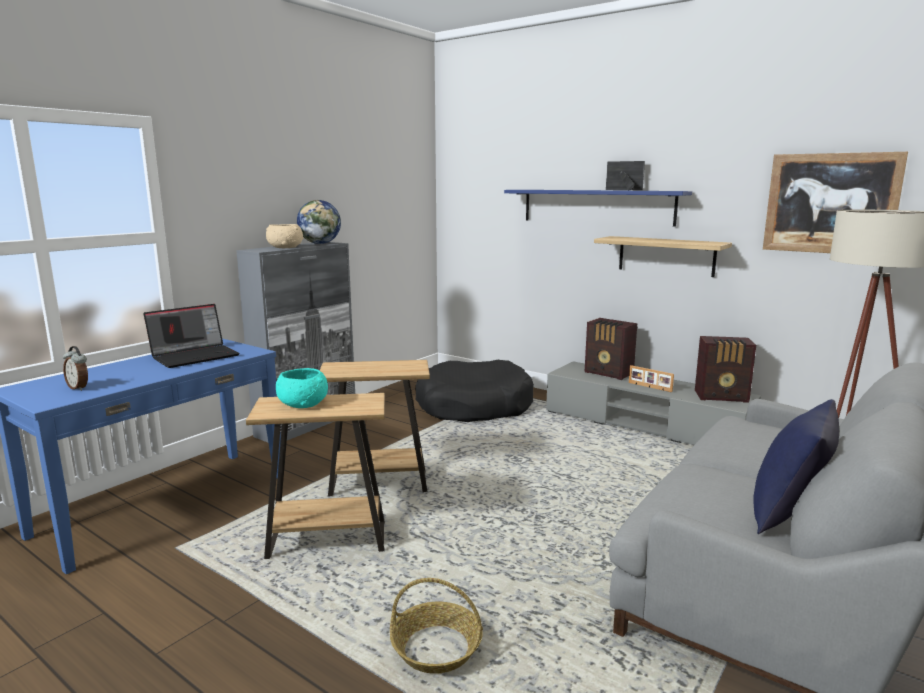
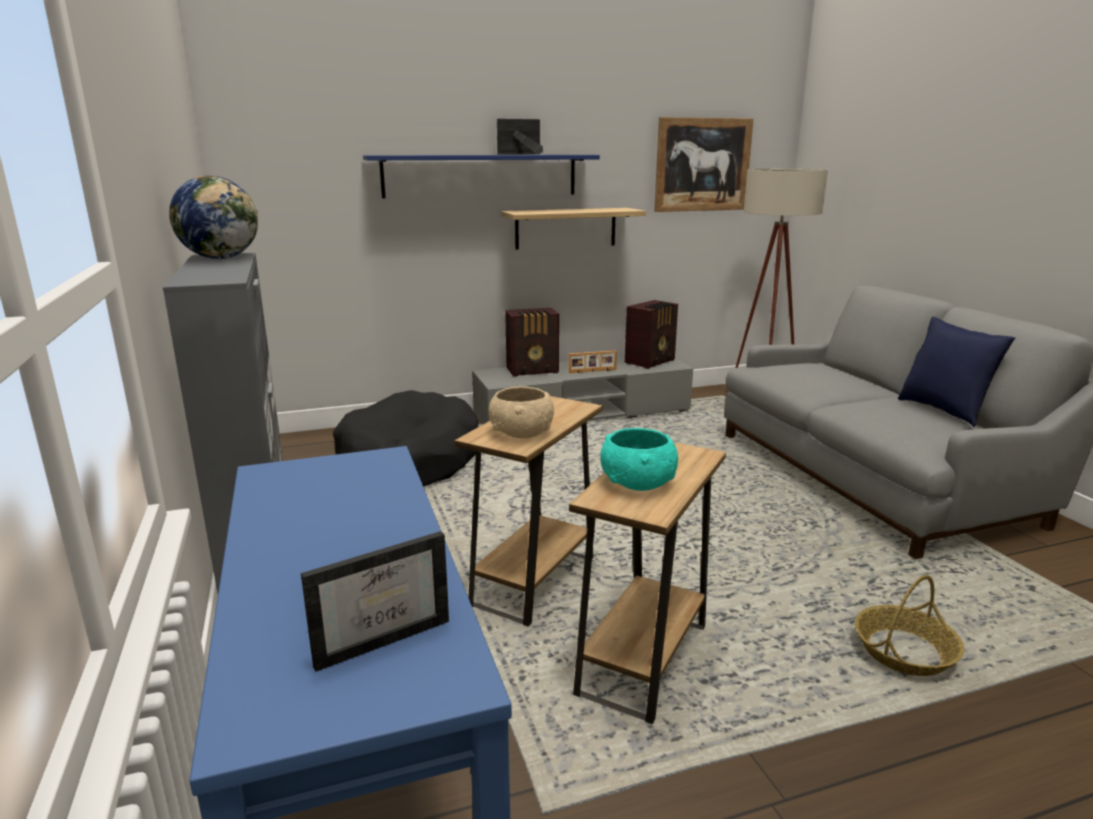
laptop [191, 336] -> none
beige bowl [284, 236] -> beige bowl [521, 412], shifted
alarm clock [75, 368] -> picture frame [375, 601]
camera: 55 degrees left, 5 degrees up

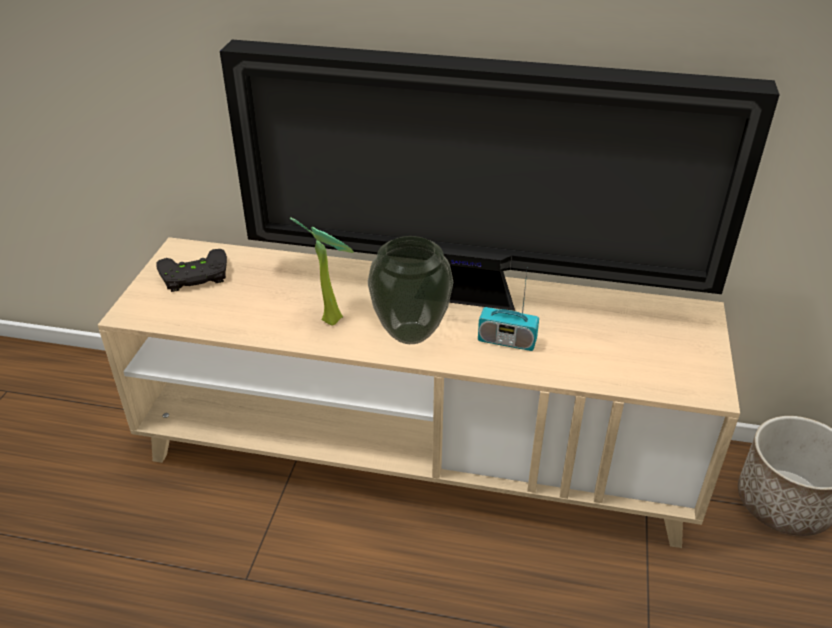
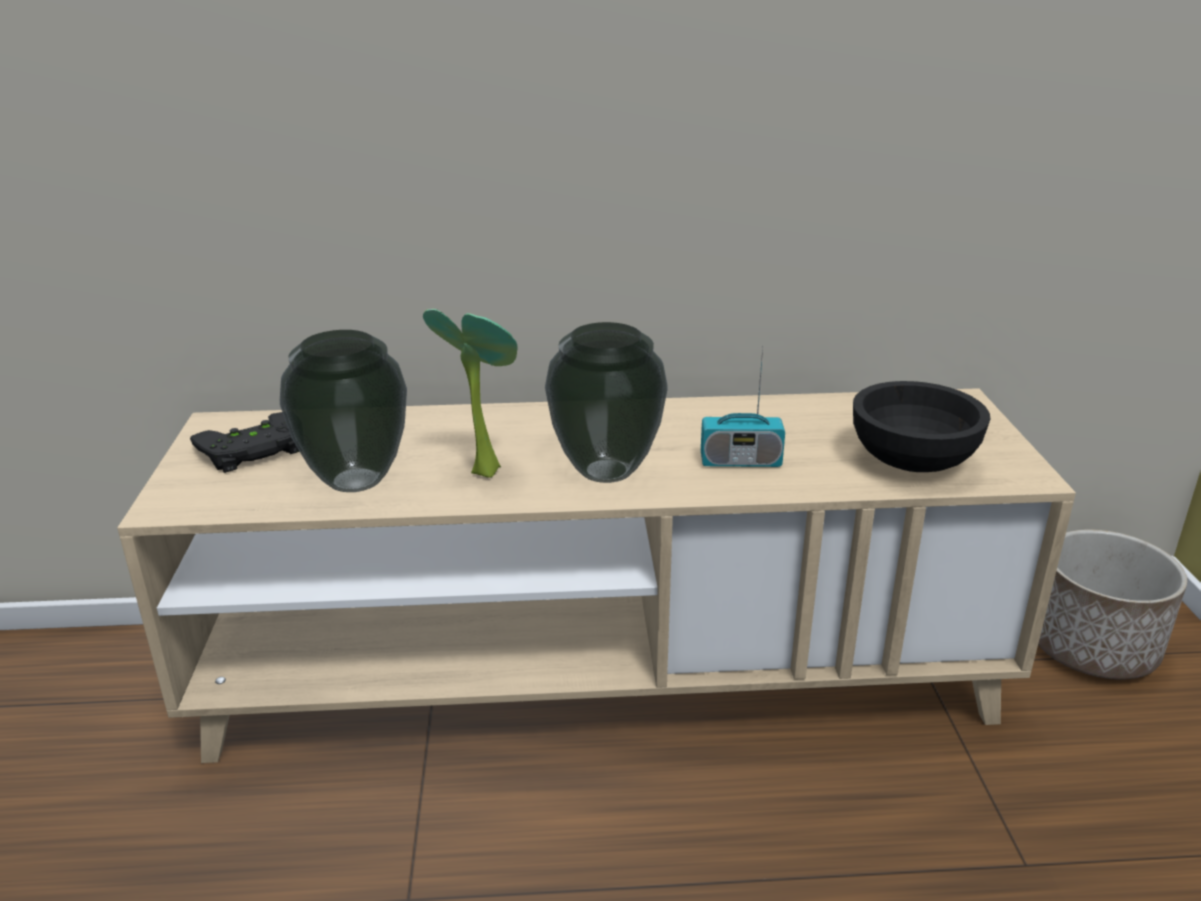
television [500, 175] -> none
none -> vase [343, 411]
none -> black bowl [922, 426]
camera: 15 degrees left, 10 degrees down

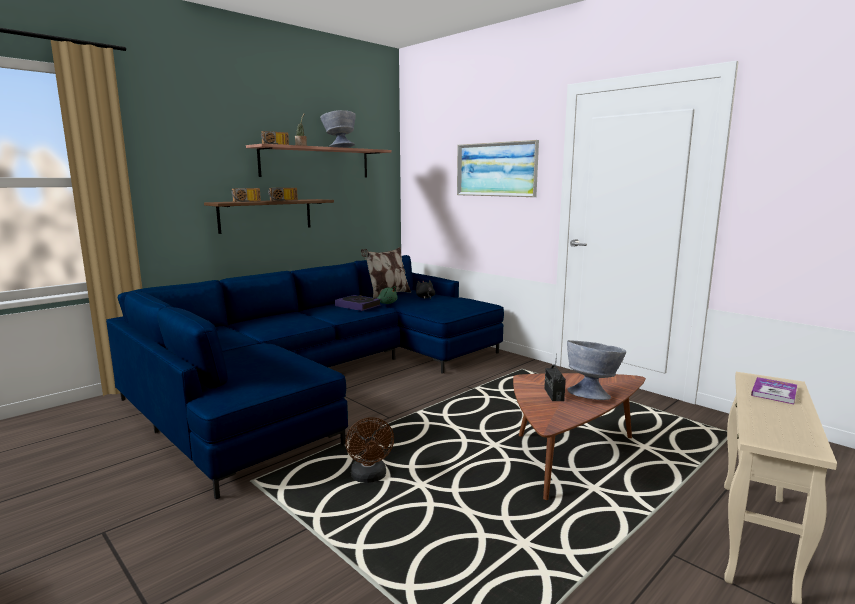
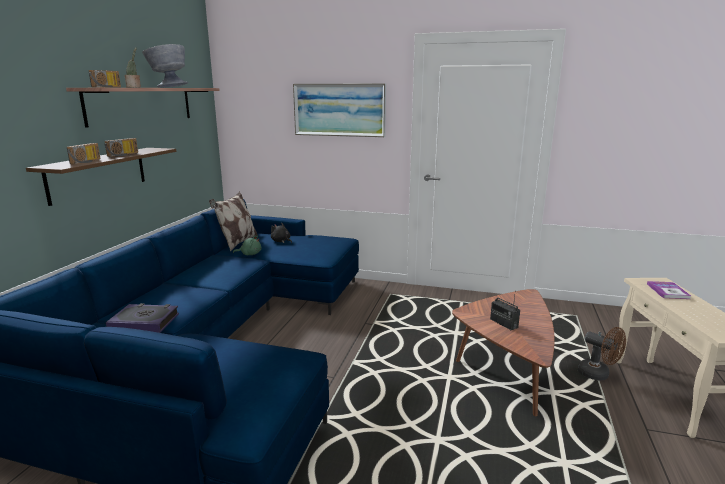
grey bowl [596, 370] -> none
book [358, 303] -> book [142, 318], shifted
brown fan [369, 450] -> brown fan [602, 354], shifted
camera: 30 degrees left, 5 degrees up

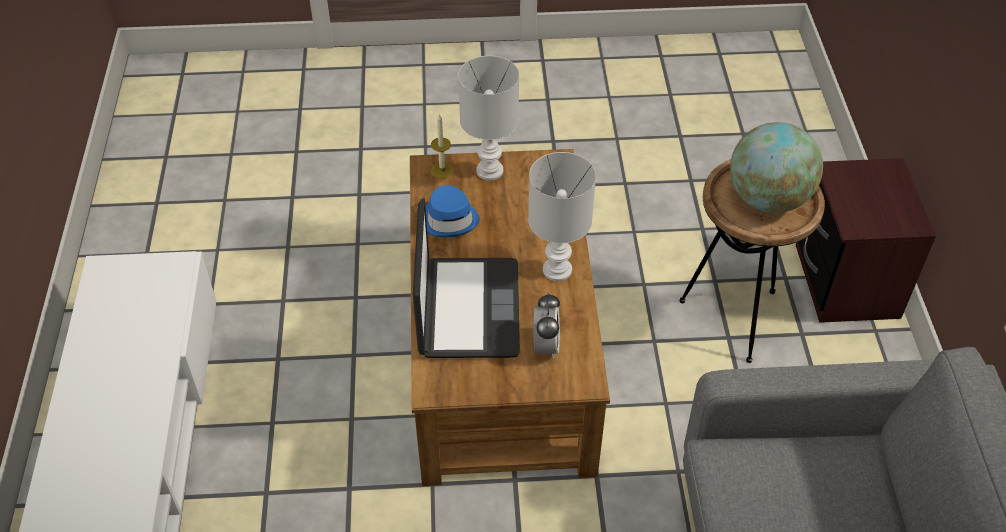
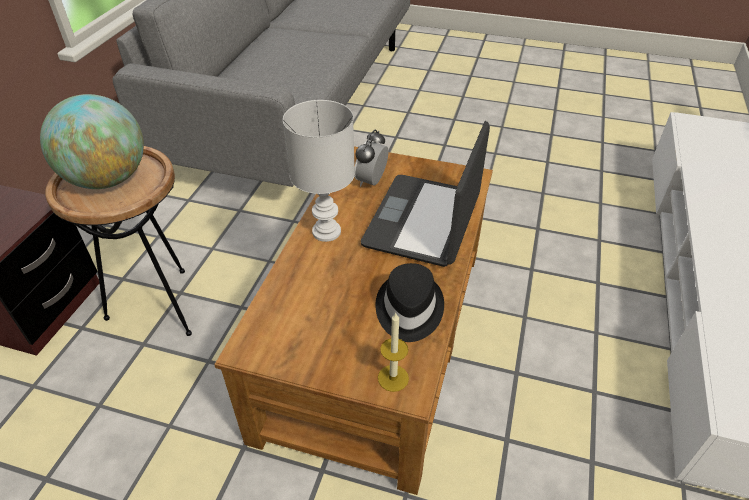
white table lamp [488, 118] -> none
blue hat [453, 211] -> black hat [410, 302]
camera: 160 degrees left, 5 degrees down

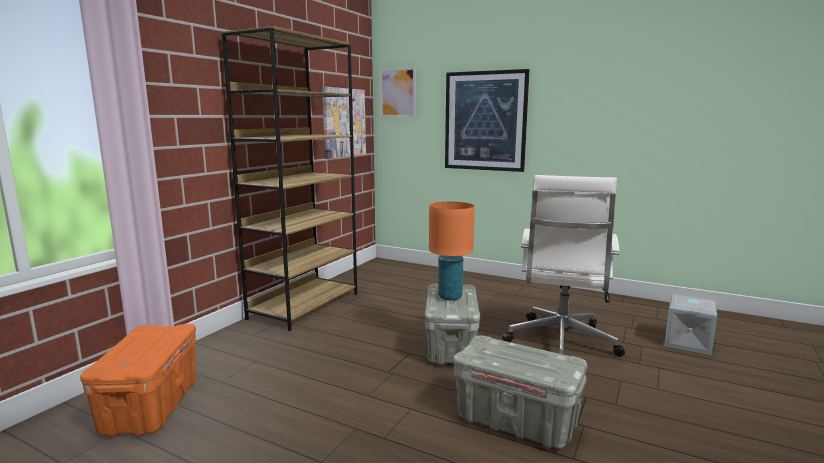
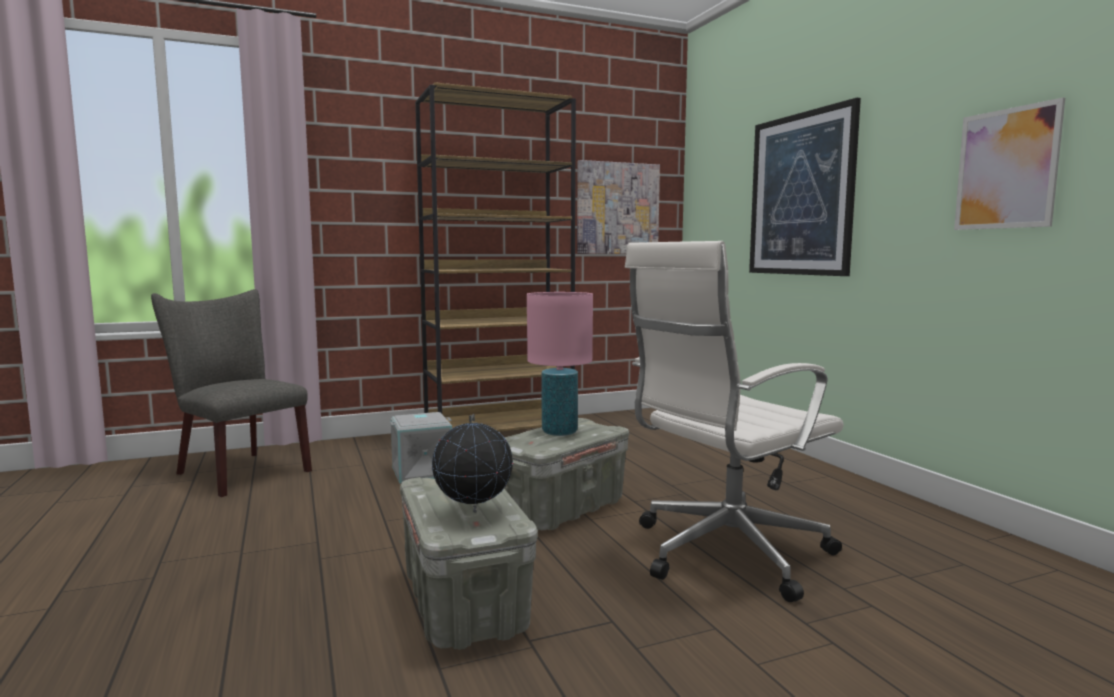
none -> globe [472, 463]
picture [397, 92] -> picture [1009, 164], shifted
grey storage box [691, 325] -> grey storage box [421, 448], shifted
orange storage box [138, 380] -> grey chair [231, 393]
orange table lamp [452, 251] -> pink table lamp [560, 364]
camera: 40 degrees right, 5 degrees down

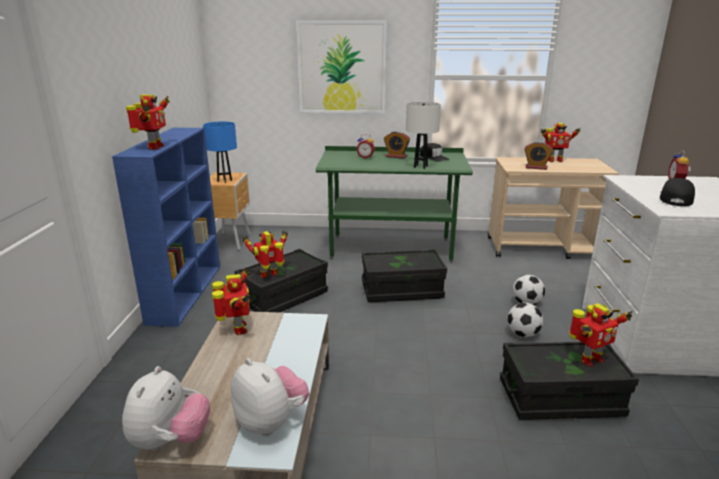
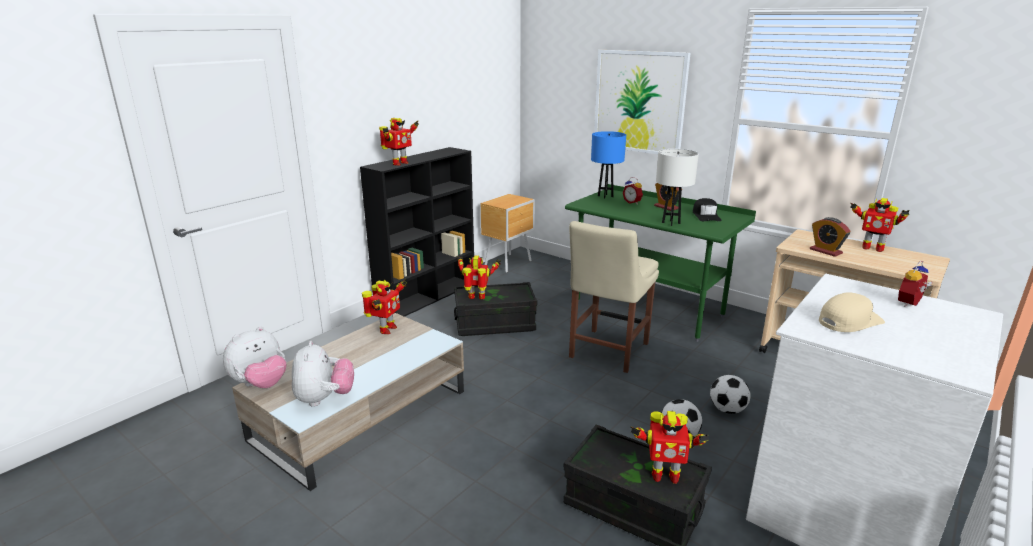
blue table lamp [220, 152] -> blue table lamp [608, 165], shifted
black storage box [404, 275] -> beige chair [614, 297]
blue bookcase [166, 227] -> black bookcase [417, 232]
black cap [677, 192] -> beige cap [852, 312]
camera: 35 degrees right, 0 degrees up

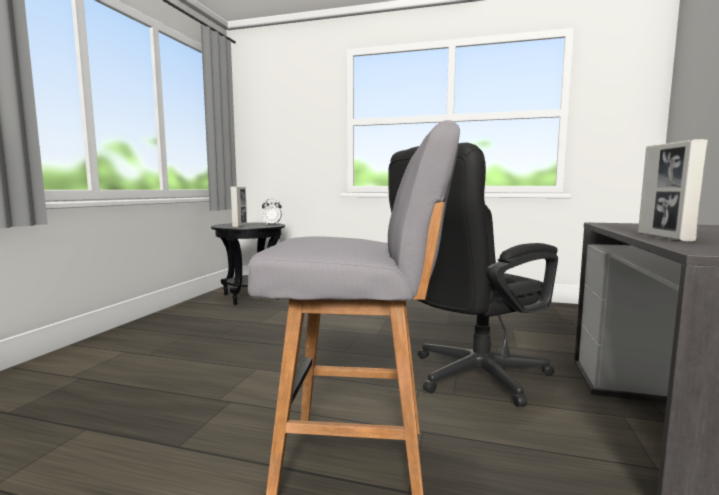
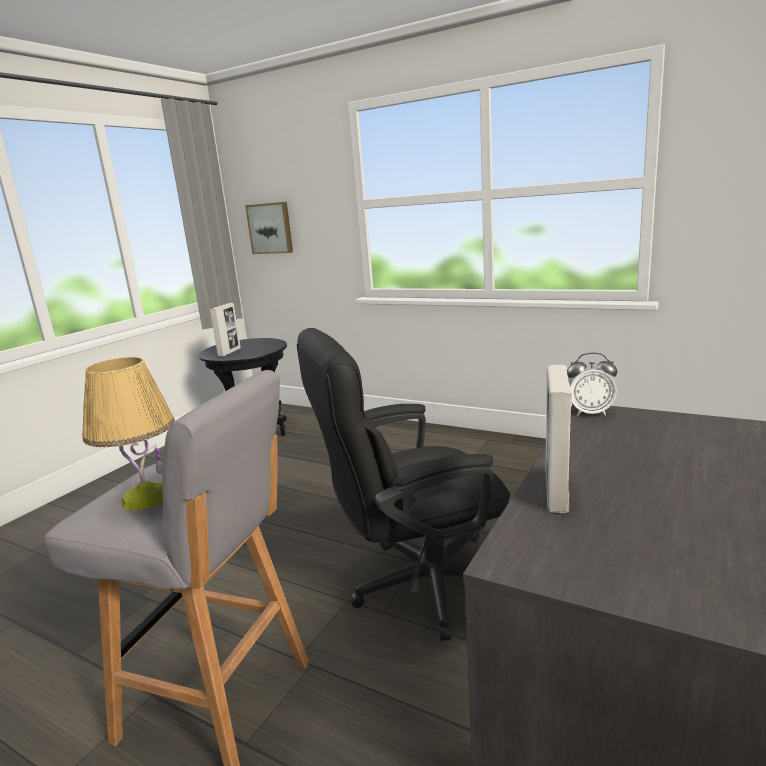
none -> table lamp [128, 434]
none -> picture [269, 228]
alarm clock [272, 212] -> alarm clock [592, 384], shifted
camera: 15 degrees right, 10 degrees up

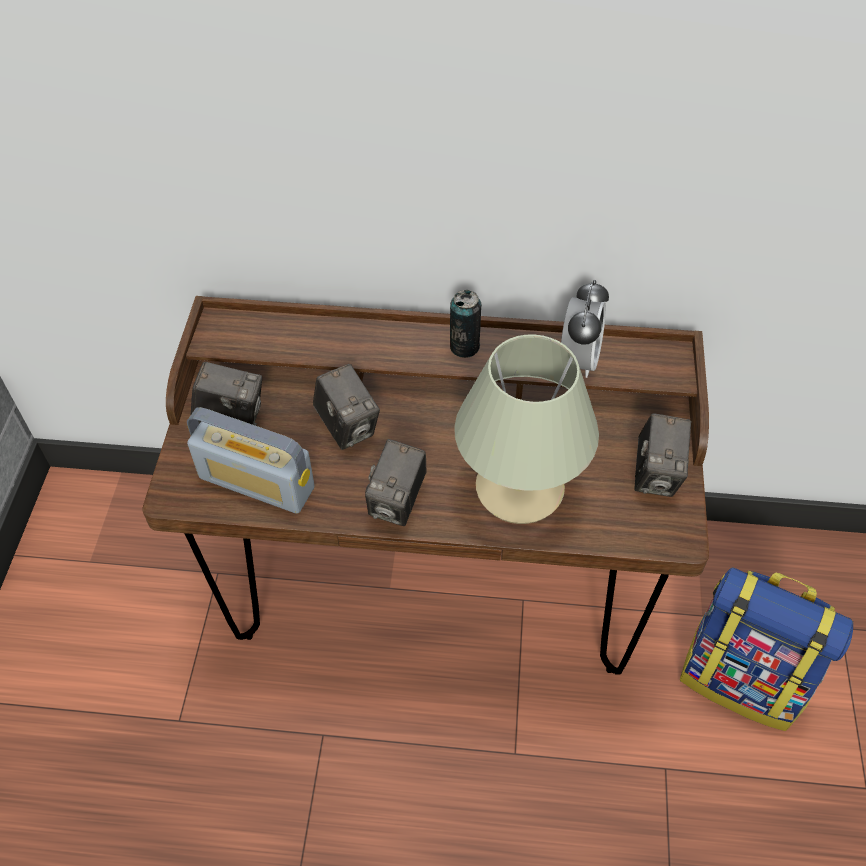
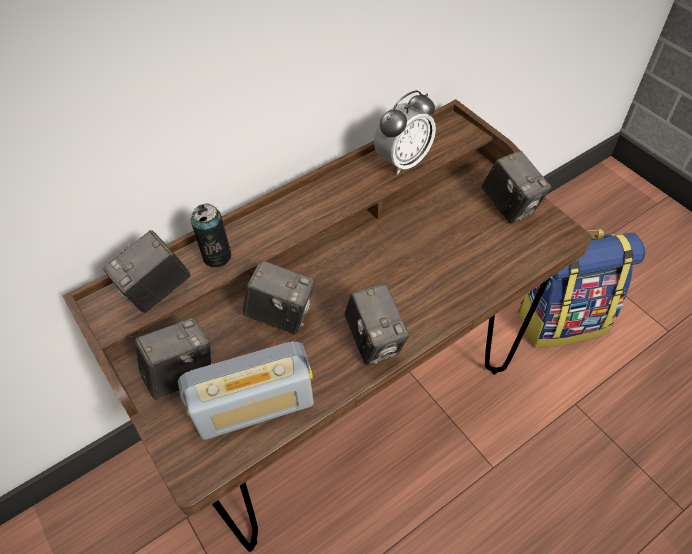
beige table lamp [526, 429] -> none
none -> photo camera [147, 271]
can [466, 324] -> can [211, 235], shifted
alarm clock [585, 329] -> alarm clock [405, 132], 75 degrees clockwise
camera: 40 degrees left, 0 degrees up

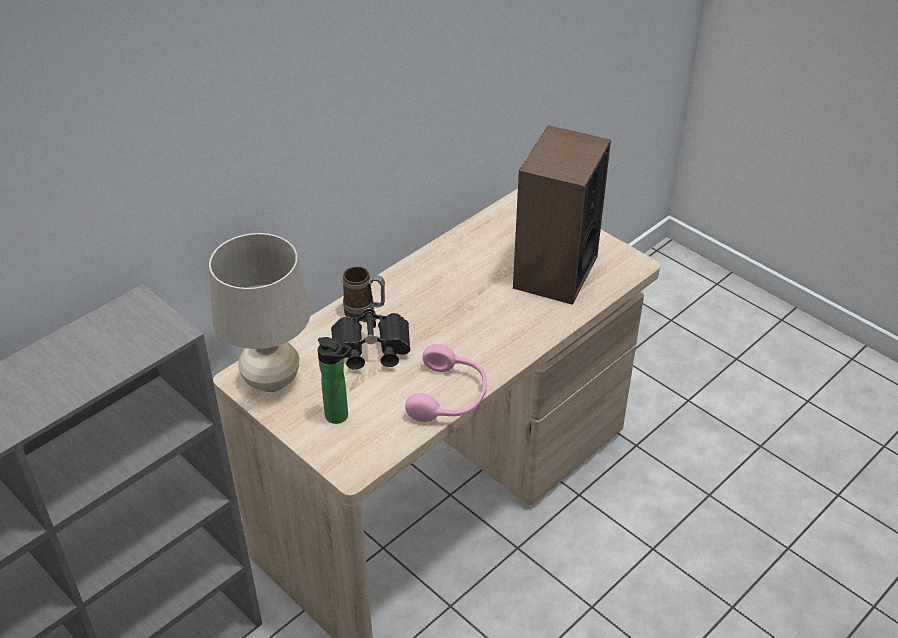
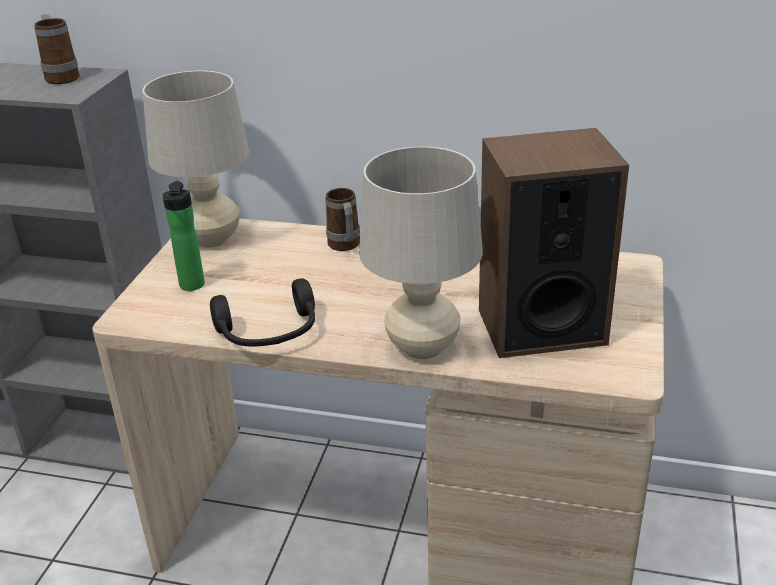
black binoculars [370, 339] -> none
none -> mug [57, 49]
none -> beige table lamp [421, 252]
pink headphones [446, 383] -> black headphones [262, 313]
camera: 60 degrees right, 10 degrees down

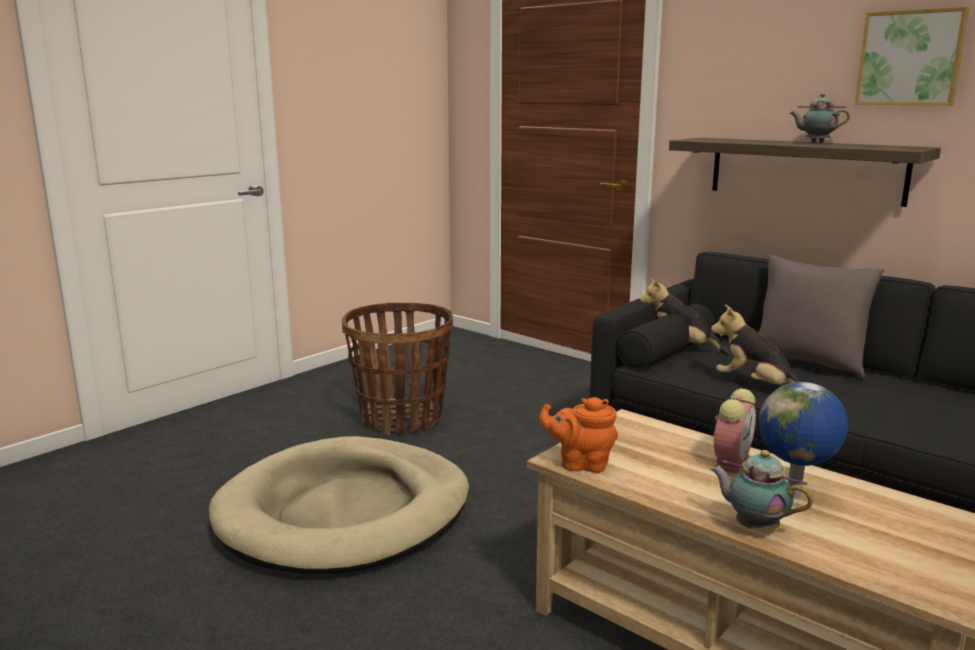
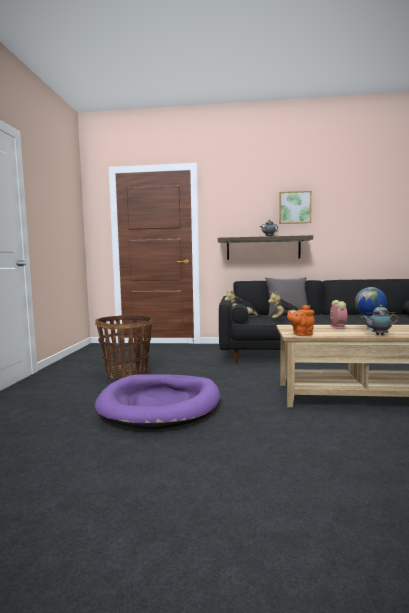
beige dog bed [339, 505] -> purple dog bed [157, 402]
camera: 35 degrees left, 10 degrees down

